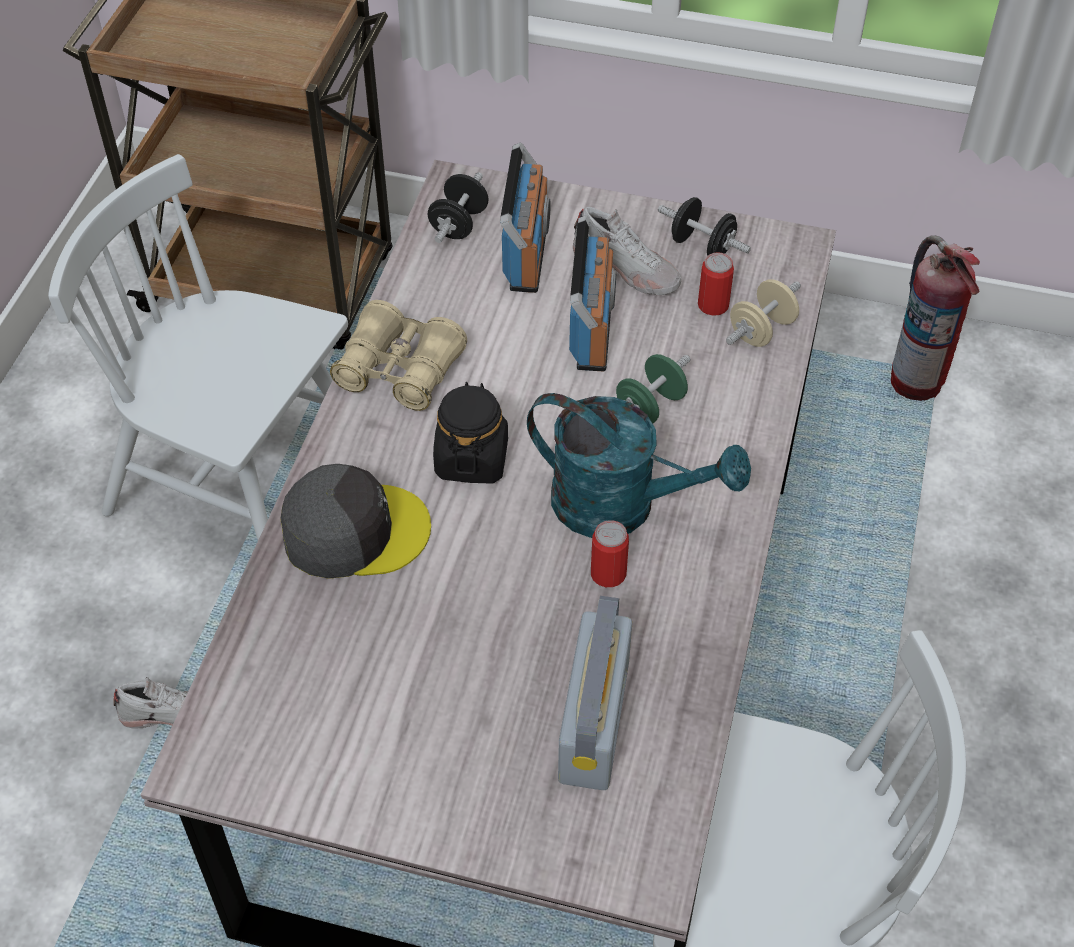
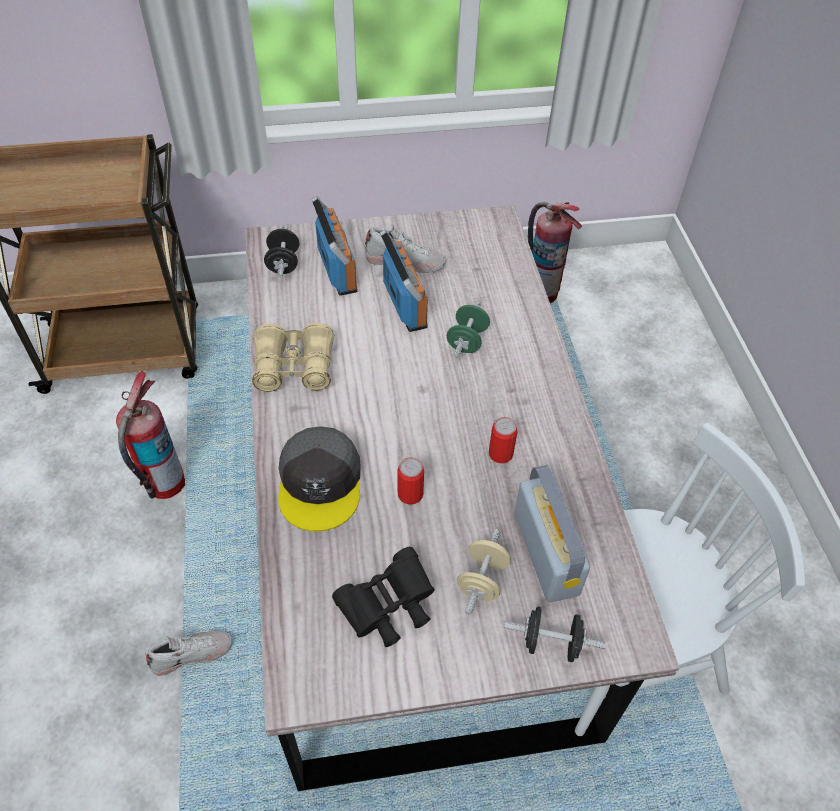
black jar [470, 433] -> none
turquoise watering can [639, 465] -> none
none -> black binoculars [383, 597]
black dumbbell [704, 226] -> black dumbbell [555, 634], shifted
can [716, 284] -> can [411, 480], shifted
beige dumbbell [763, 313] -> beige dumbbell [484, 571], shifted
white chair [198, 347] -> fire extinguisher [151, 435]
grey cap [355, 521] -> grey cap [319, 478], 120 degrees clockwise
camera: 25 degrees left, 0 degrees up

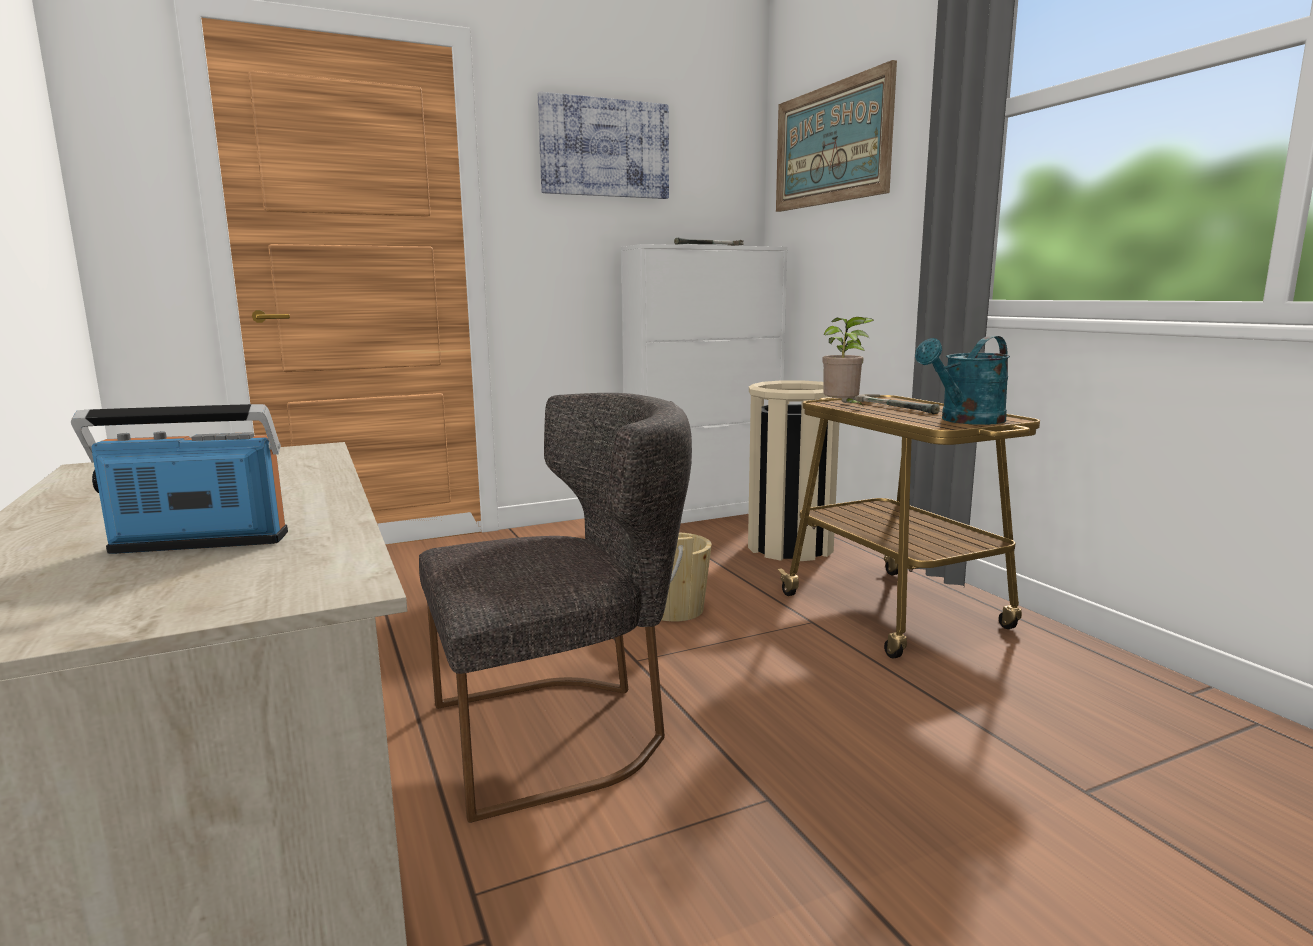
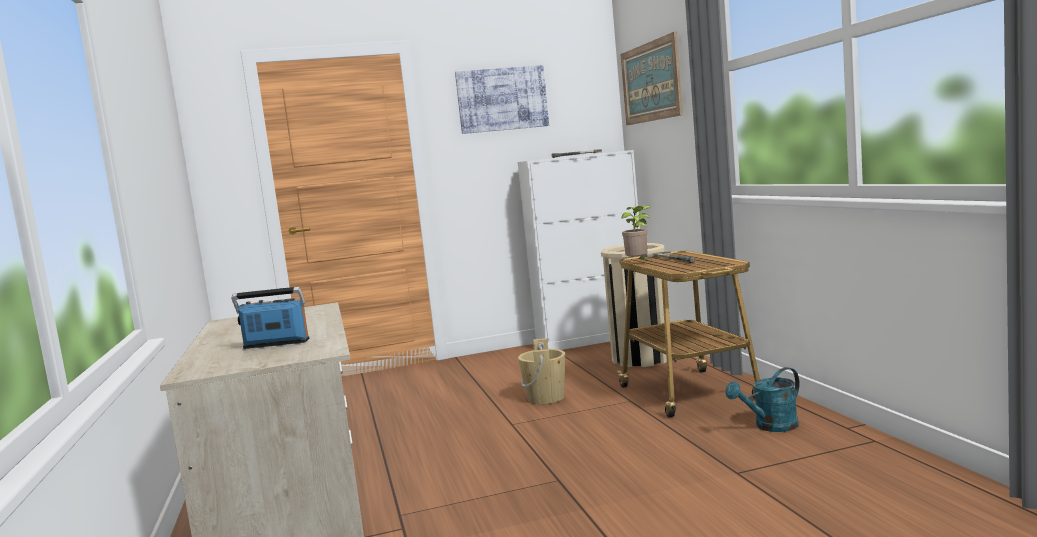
grey chair [555, 608] -> none
turquoise watering can [962, 380] -> turquoise watering can [762, 399], shifted
camera: 10 degrees right, 5 degrees down

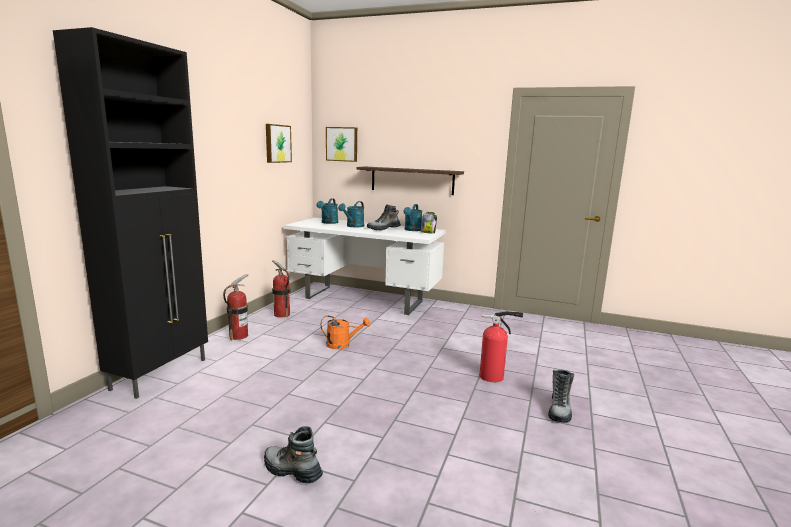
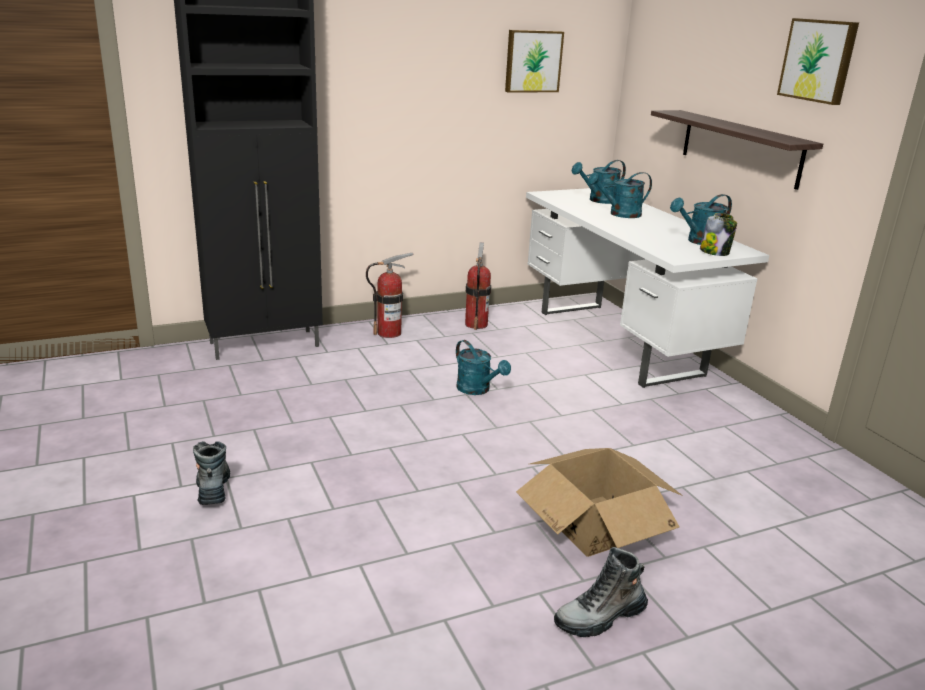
boot [384, 217] -> none
picture [341, 144] -> picture [818, 61], shifted
fire extinguisher [501, 346] -> cardboard box [599, 502]
orange watering can [345, 332] -> turquoise watering can [483, 367]
camera: 45 degrees right, 10 degrees up

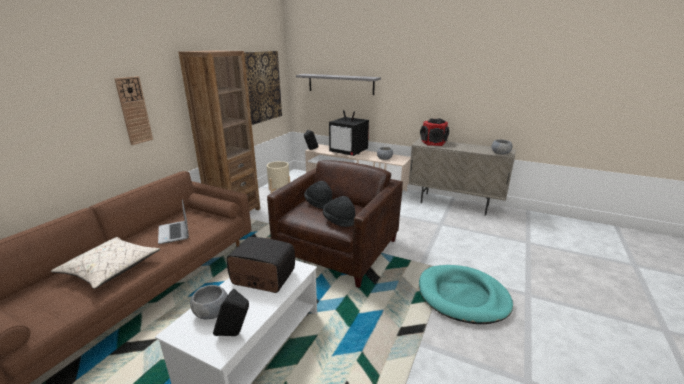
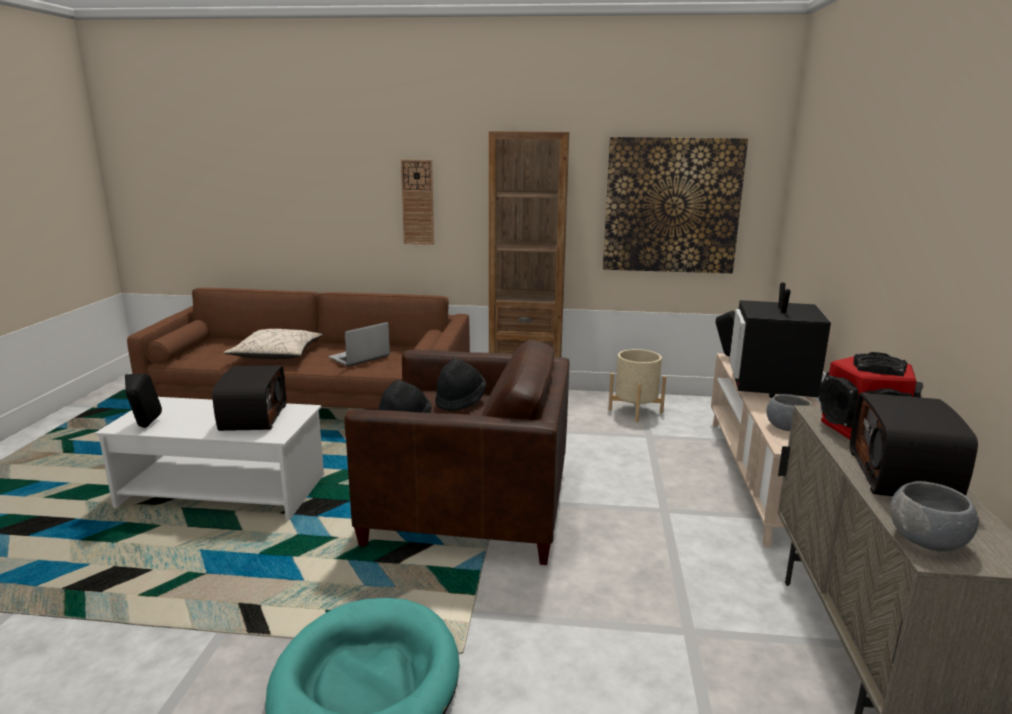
grey bowl [209, 302] -> none
grey shelf [338, 84] -> none
none -> radio [914, 444]
camera: 70 degrees right, 5 degrees down

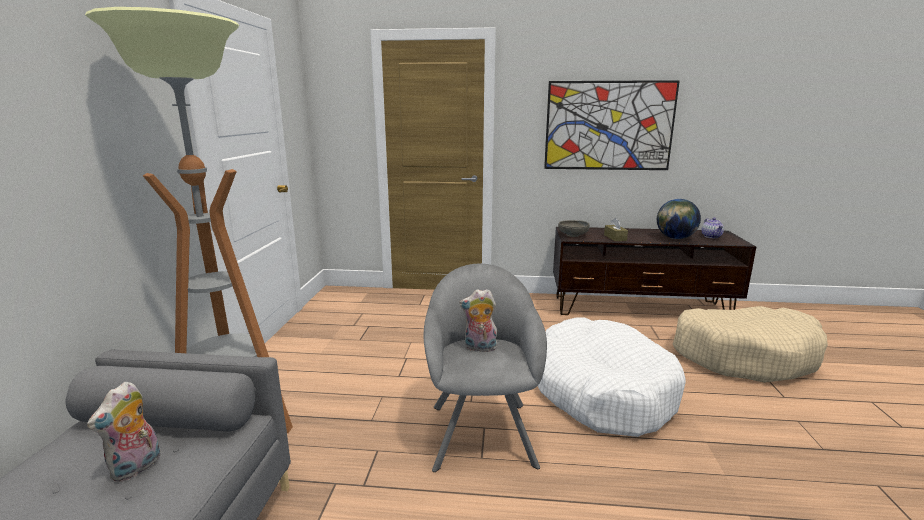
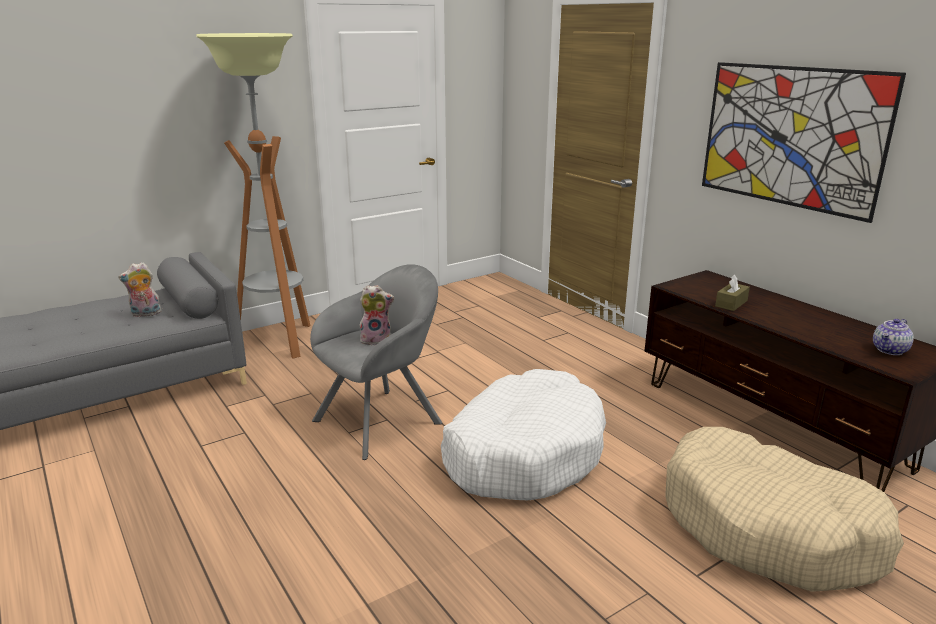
grey bowl [574, 228] -> none
globe [679, 219] -> none
plush toy [478, 320] -> plush toy [376, 315], 120 degrees clockwise
camera: 50 degrees right, 5 degrees up

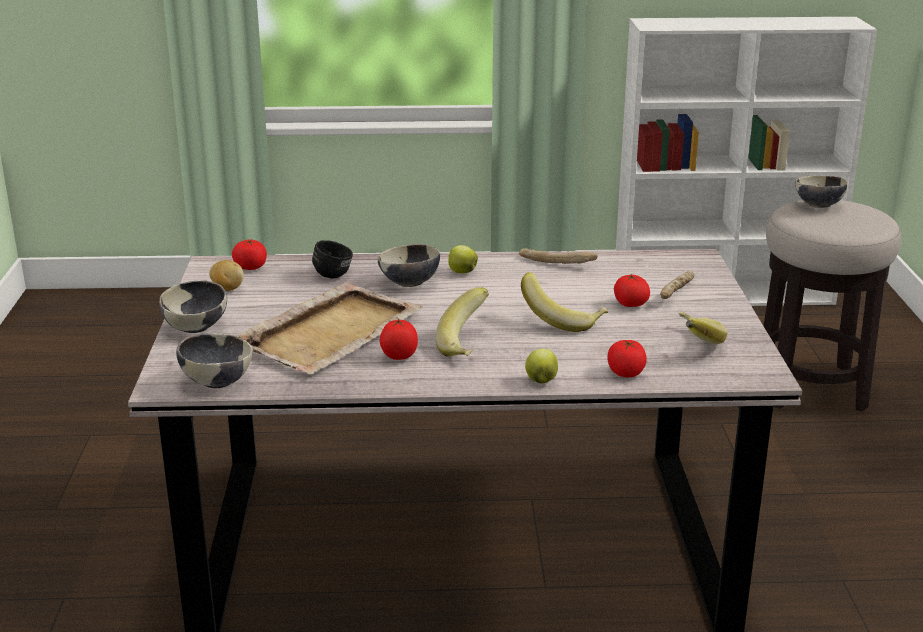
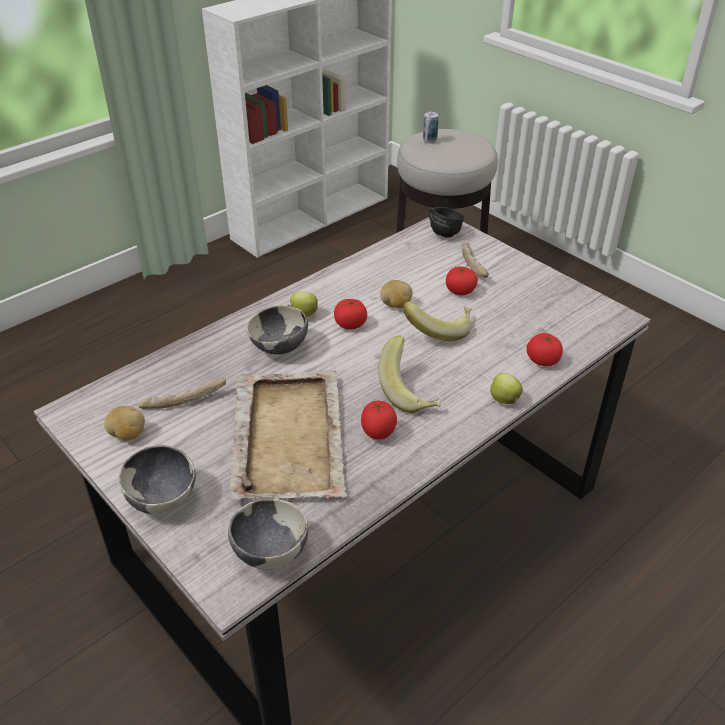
banana [703, 328] -> none
none -> potato [396, 294]
tomato [249, 255] -> tomato [350, 314], shifted
black mug [332, 259] -> black mug [446, 222], shifted
bread [558, 256] -> bread [182, 393], shifted
bowl [821, 191] -> can [431, 128]
camera: 40 degrees left, 15 degrees up

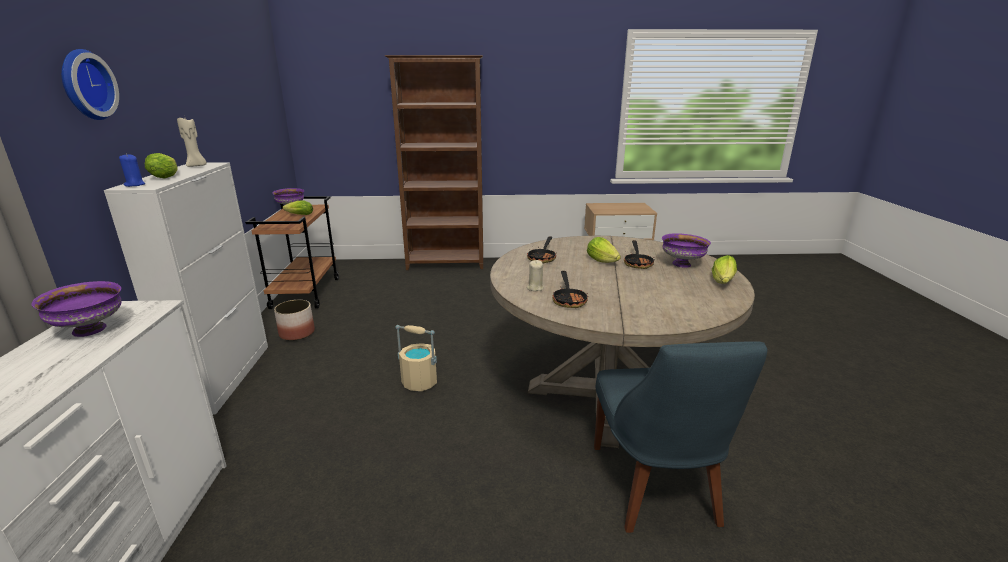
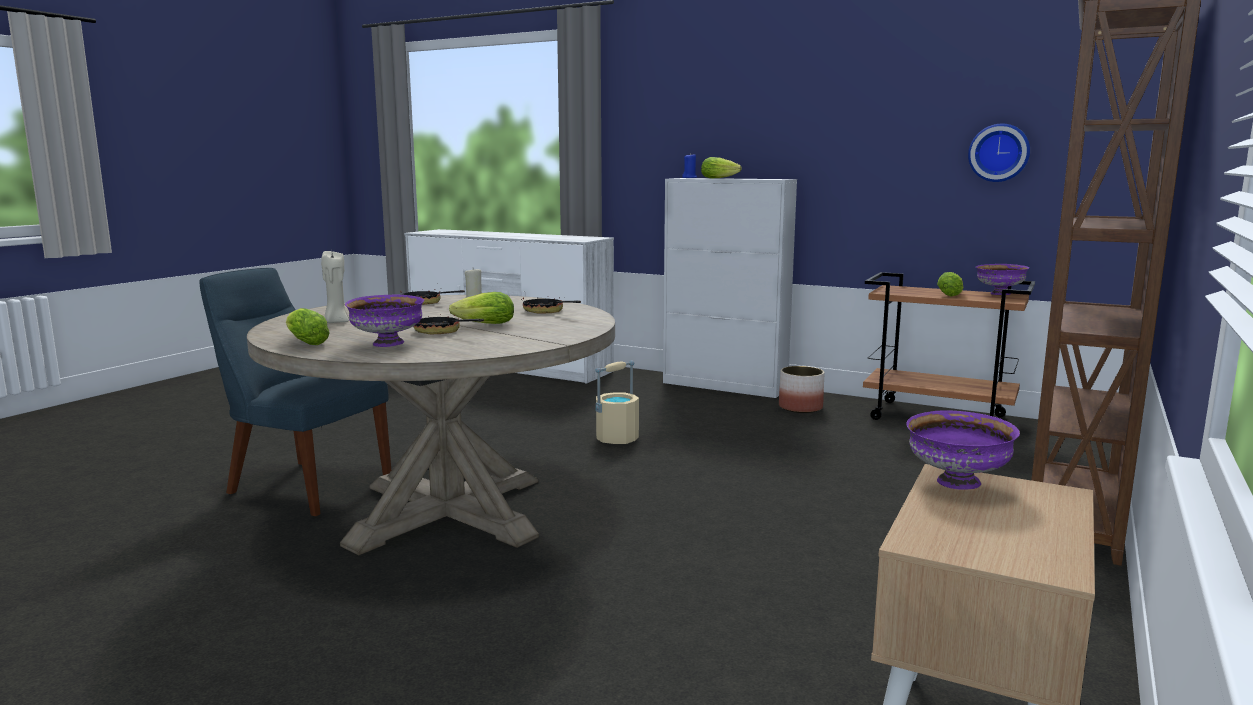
purple bowl [76, 309] -> purple bowl [963, 450], shifted
wall clock [90, 84] -> wall clock [999, 153], shifted
beige candle [192, 142] -> beige candle [335, 287], shifted
camera: 120 degrees right, 10 degrees down

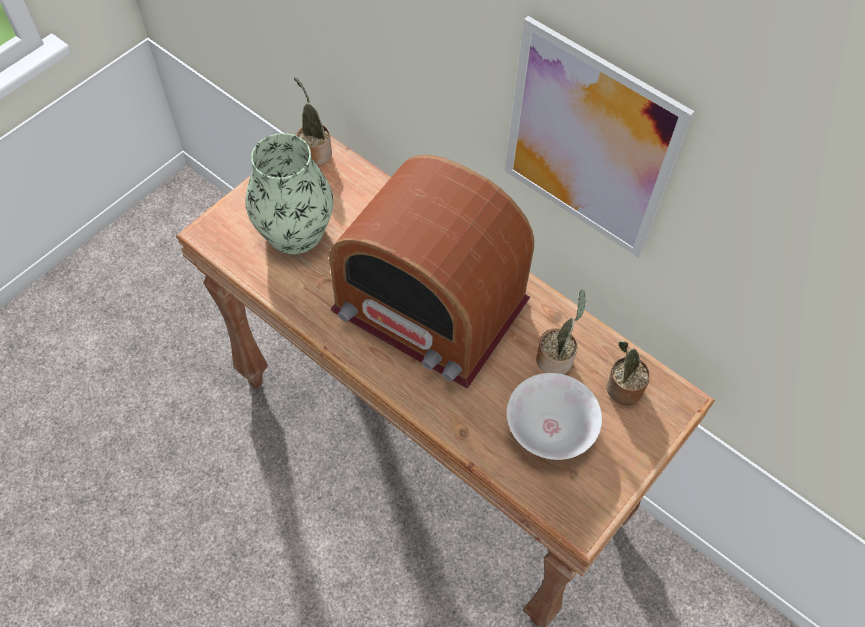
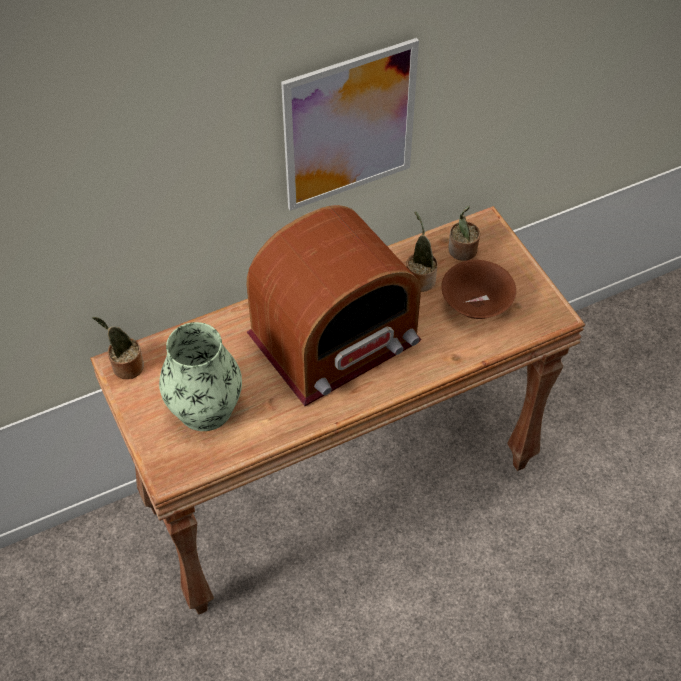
white bowl [554, 416] -> brown bowl [478, 289]
camera: 65 degrees left, 5 degrees down

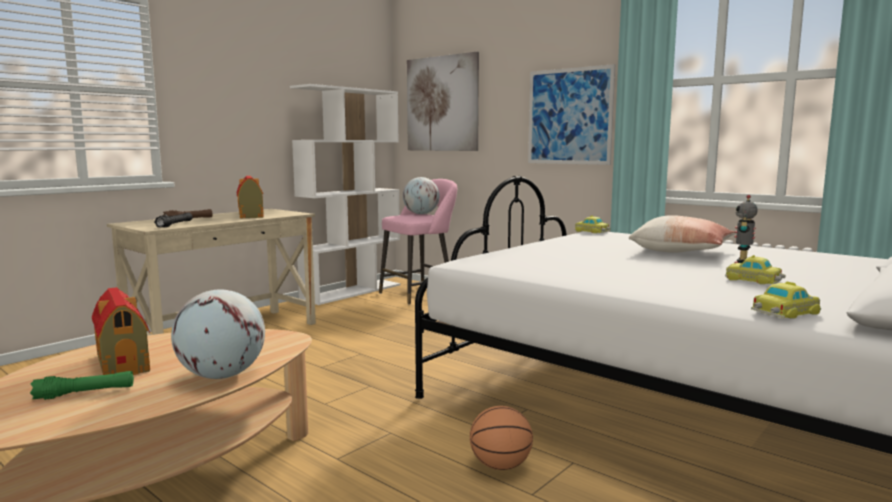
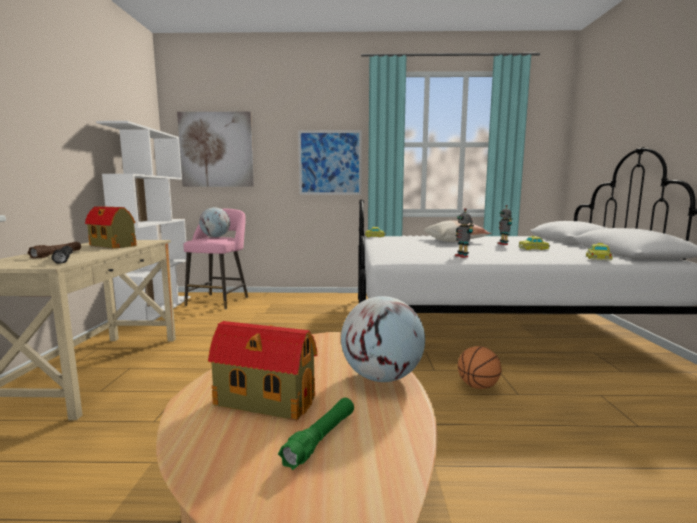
none -> toy robot [464, 233]
camera: 40 degrees left, 0 degrees up

